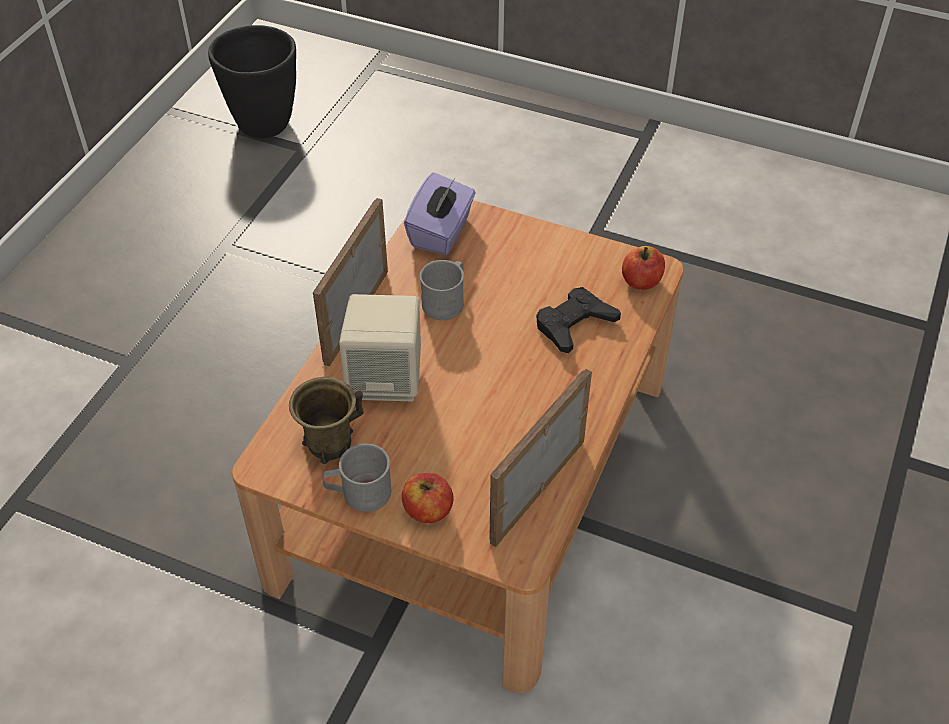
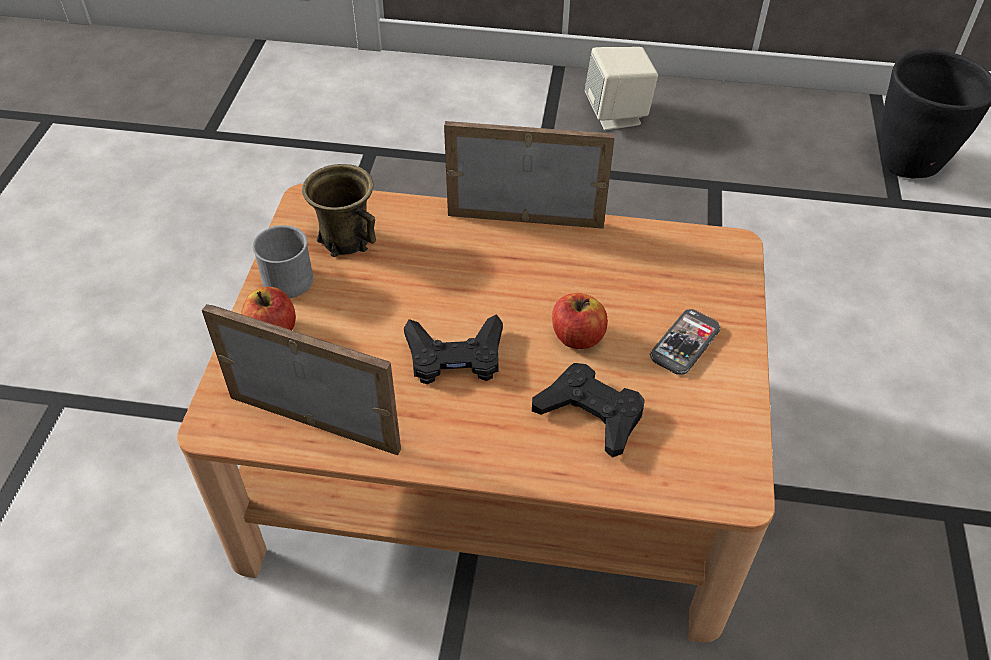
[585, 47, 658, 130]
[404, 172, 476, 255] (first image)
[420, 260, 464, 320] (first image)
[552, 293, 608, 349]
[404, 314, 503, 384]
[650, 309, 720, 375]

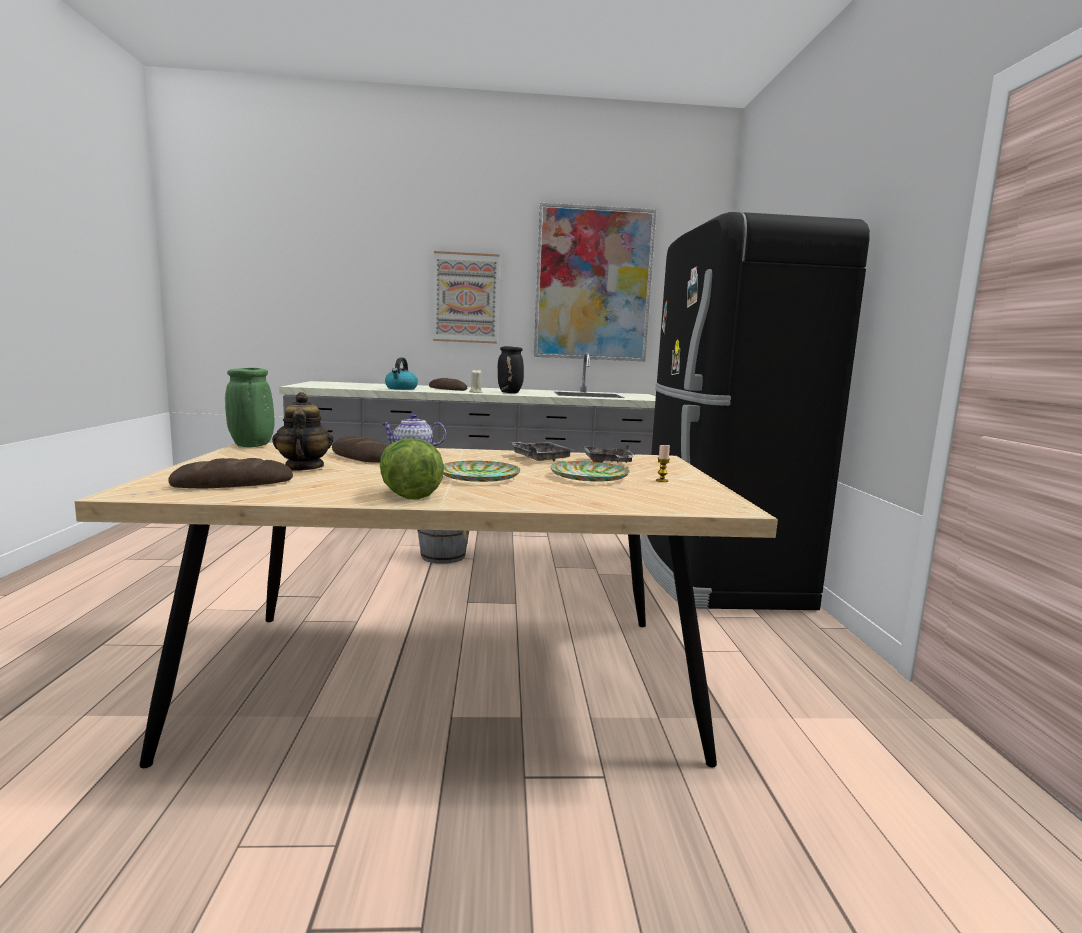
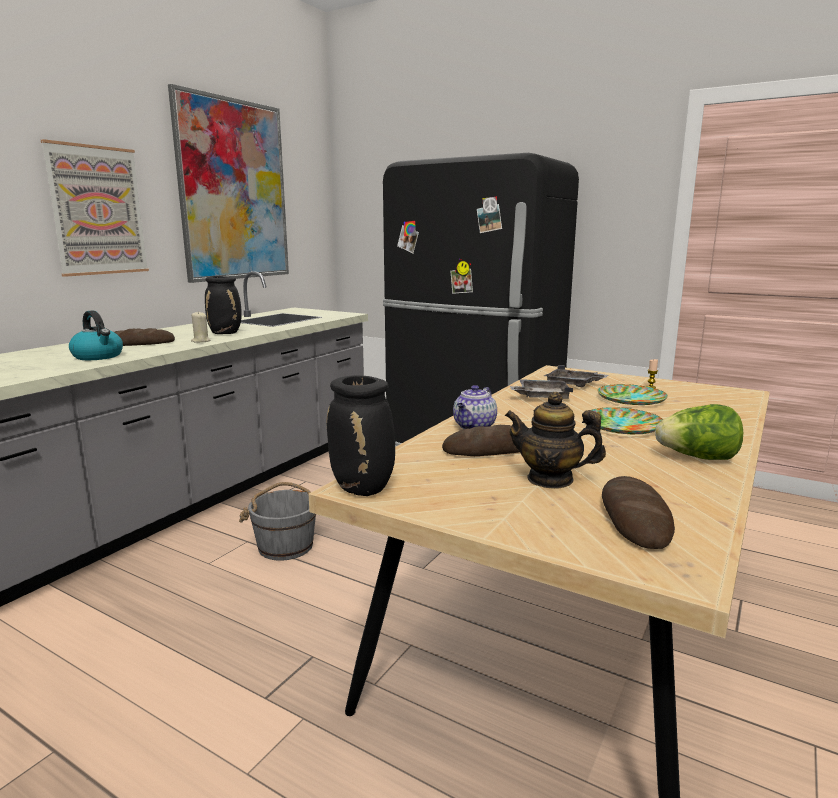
[327, 375, 395, 496]

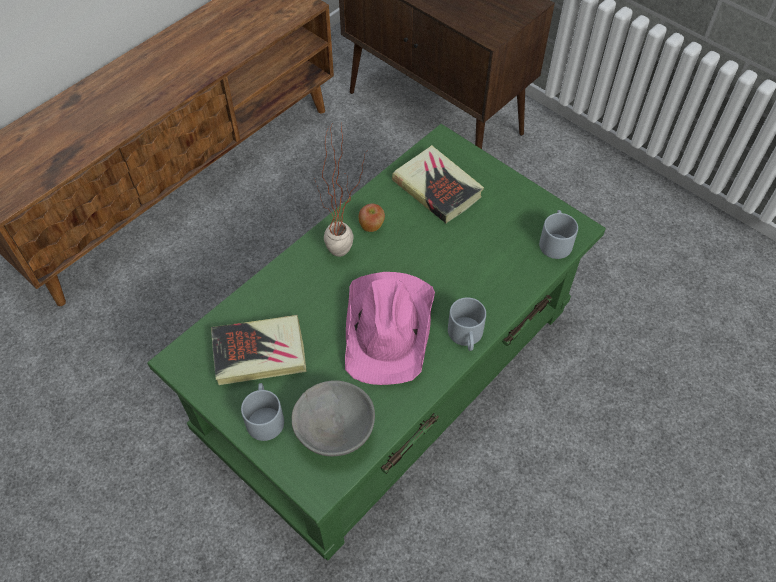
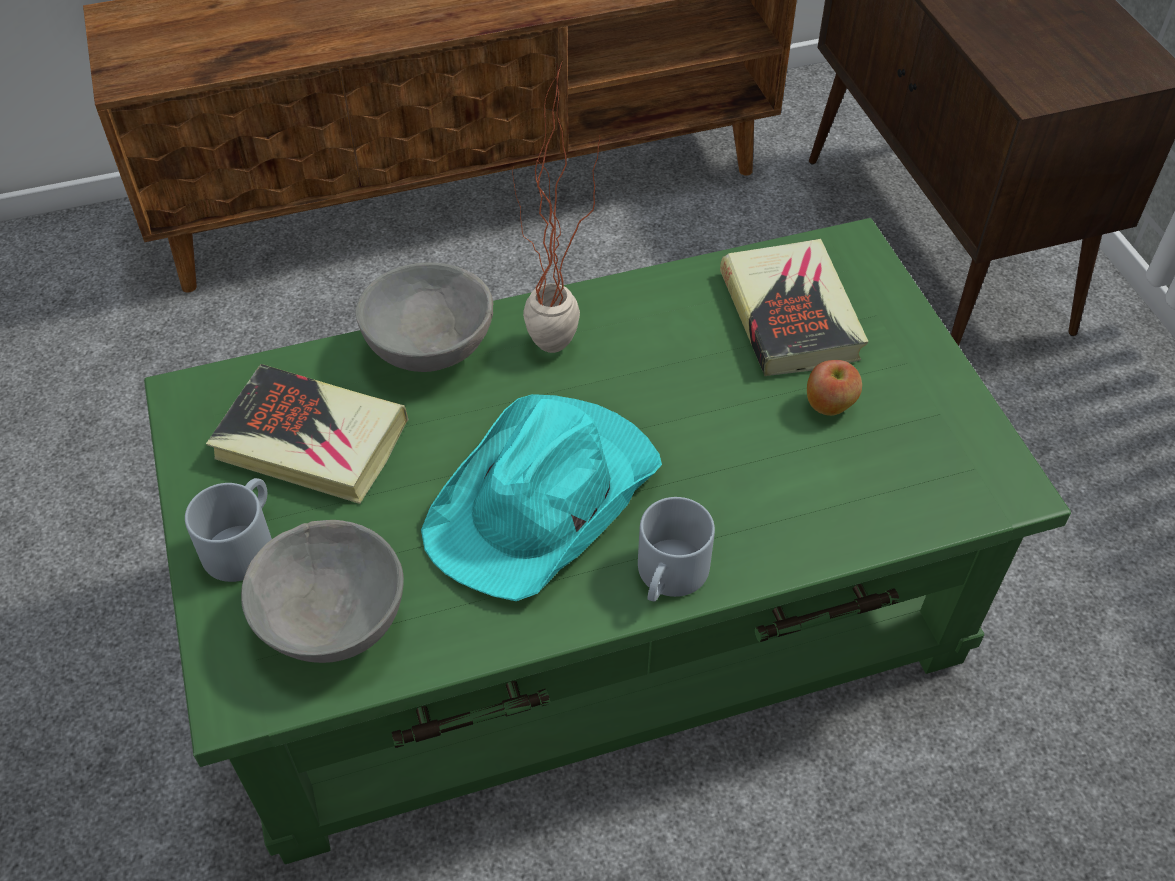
[421, 394, 662, 601]
[807, 360, 862, 416]
[539, 210, 578, 259] (first image)
[356, 262, 493, 372]

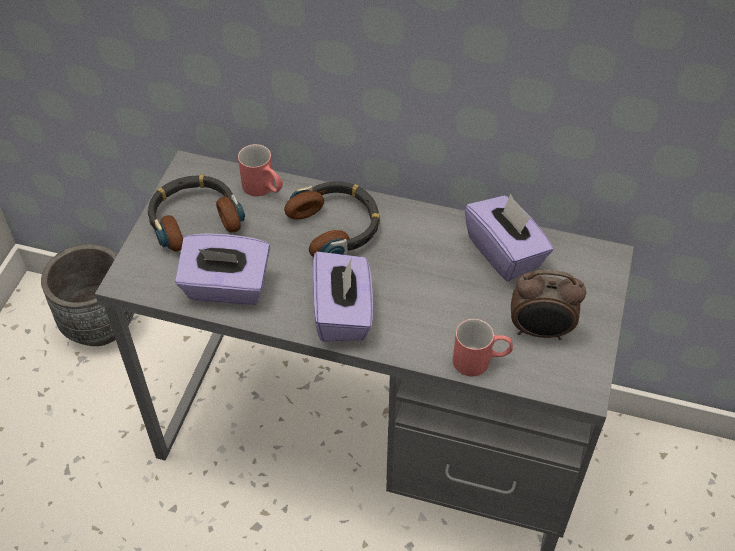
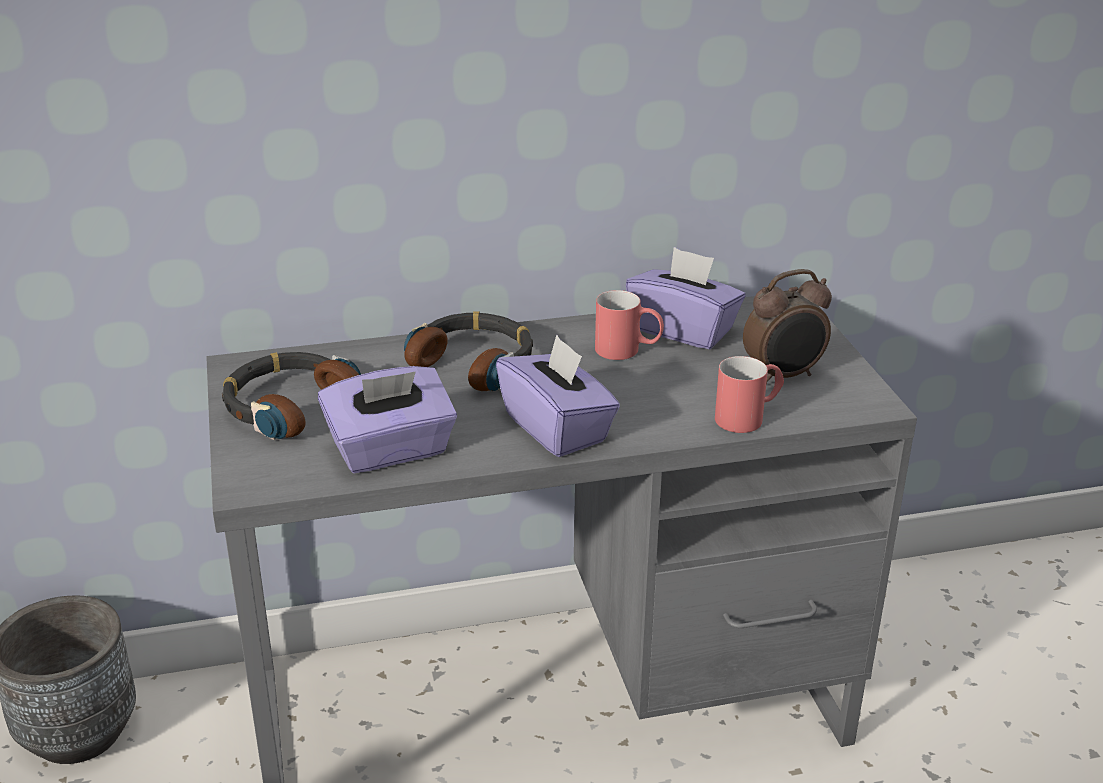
[595, 290, 664, 360]

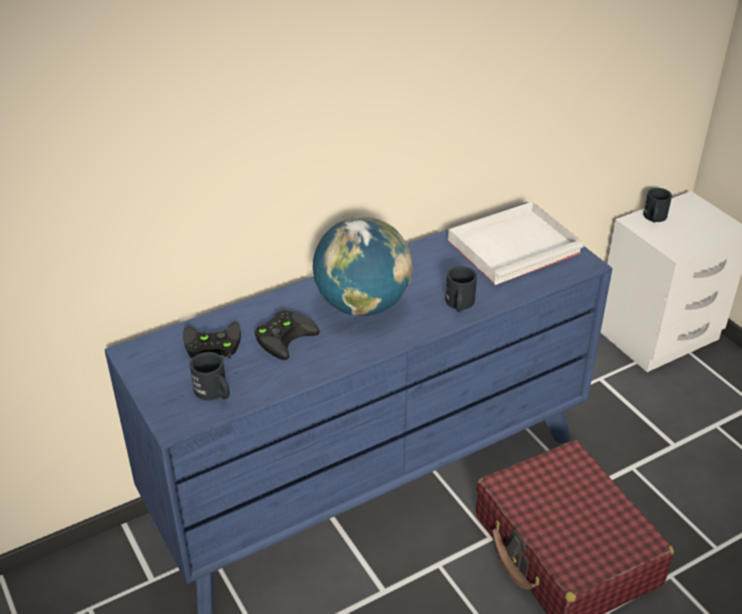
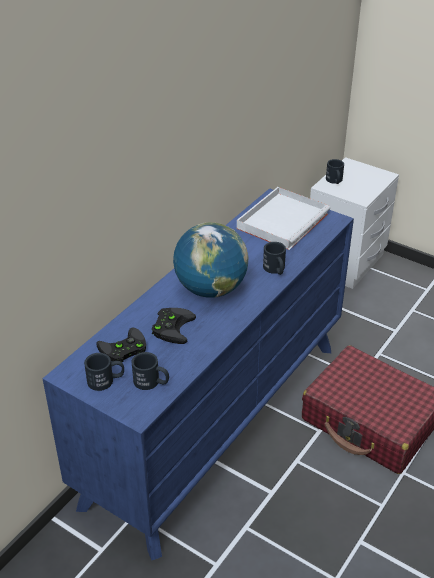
[84, 353, 124, 391]

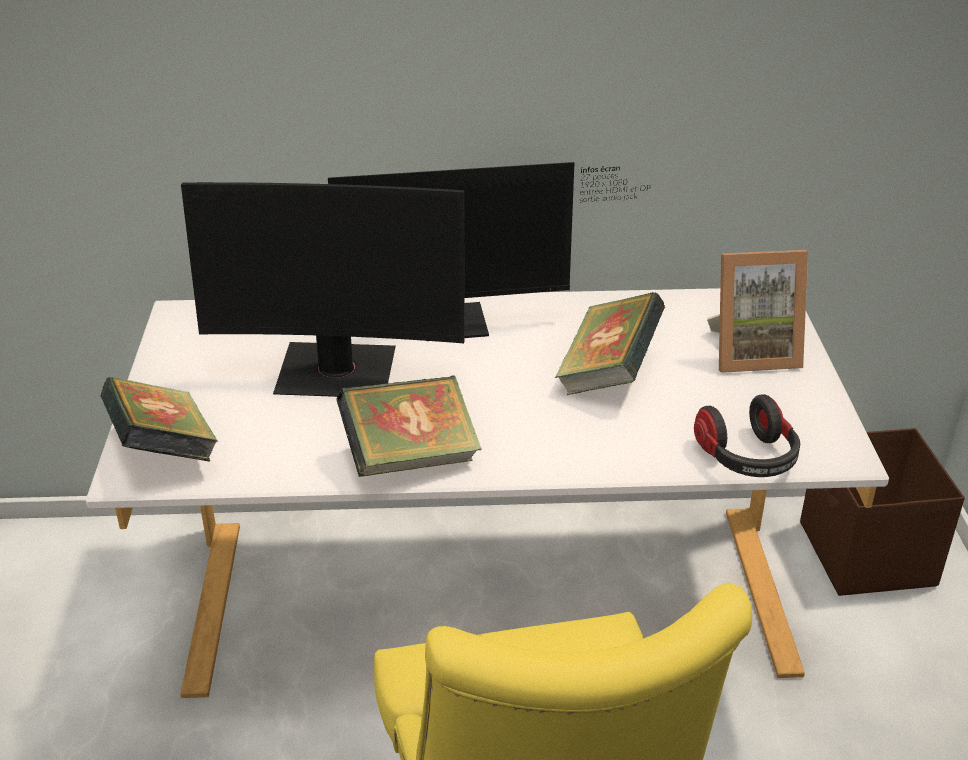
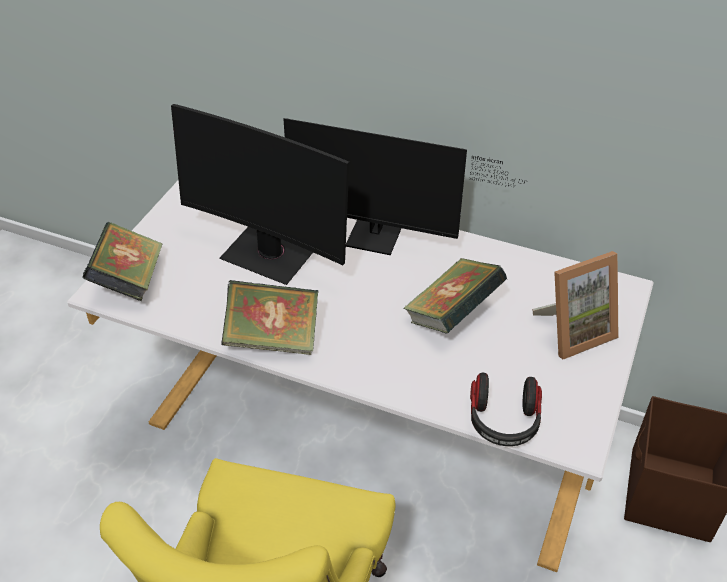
[532, 251, 618, 359]

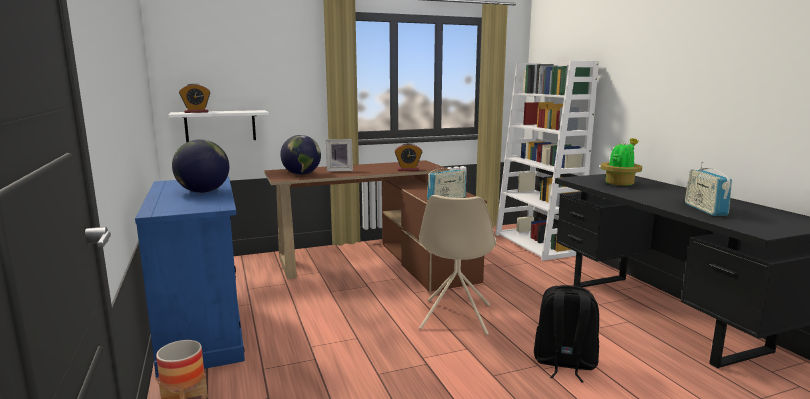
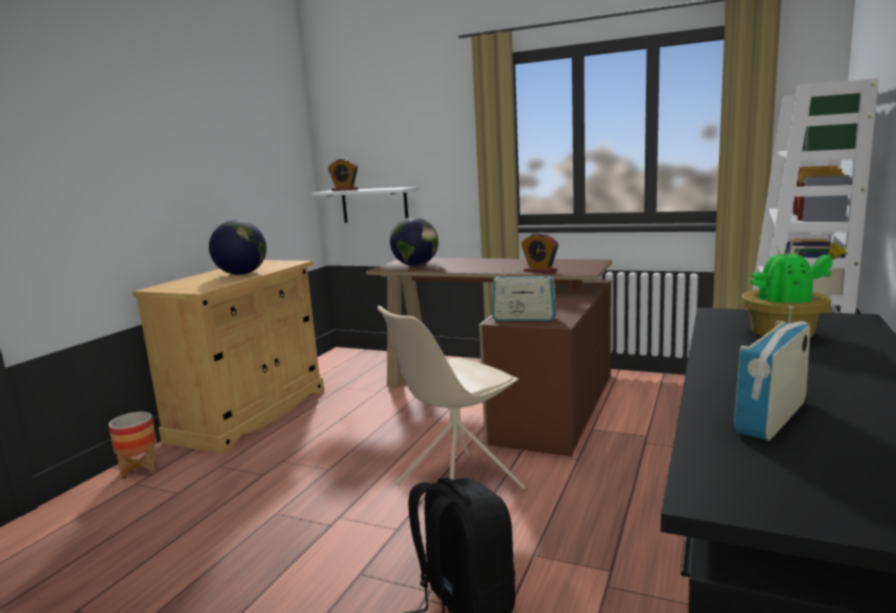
[132, 260, 324, 453]
[326, 139, 353, 172] (first image)

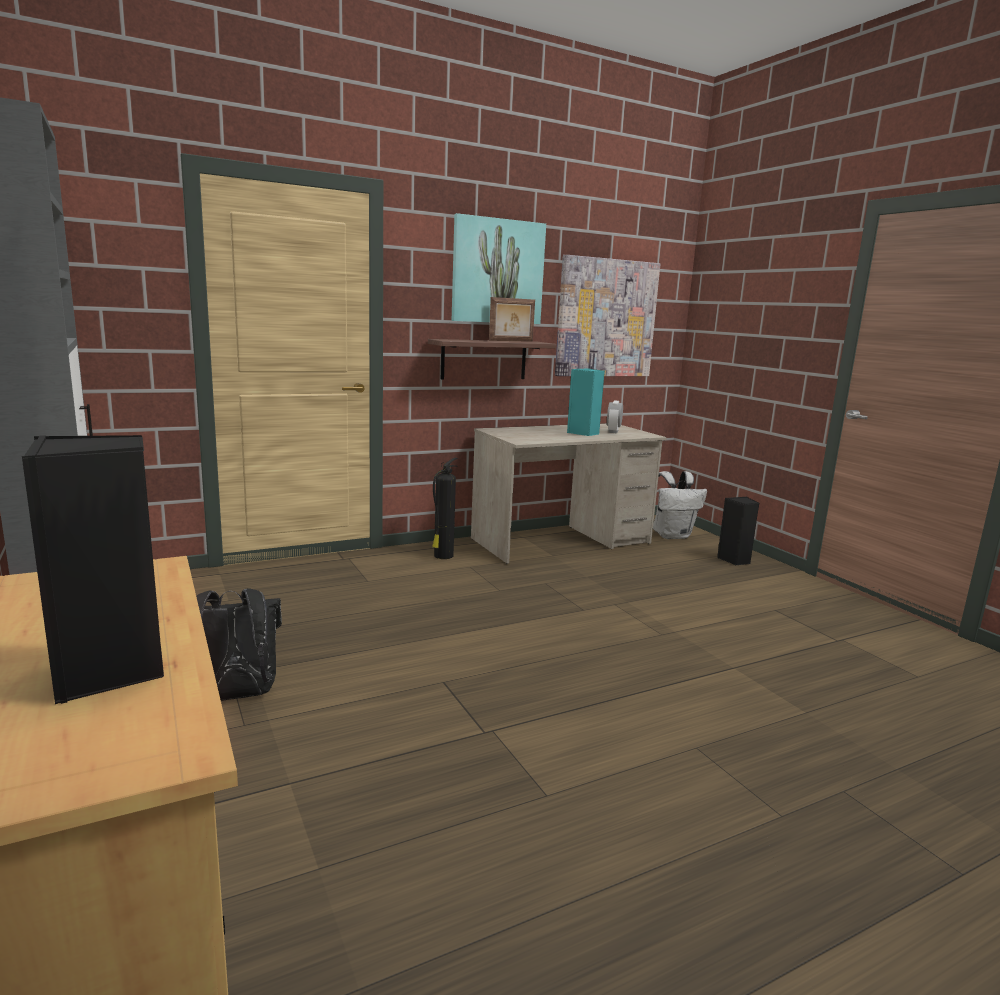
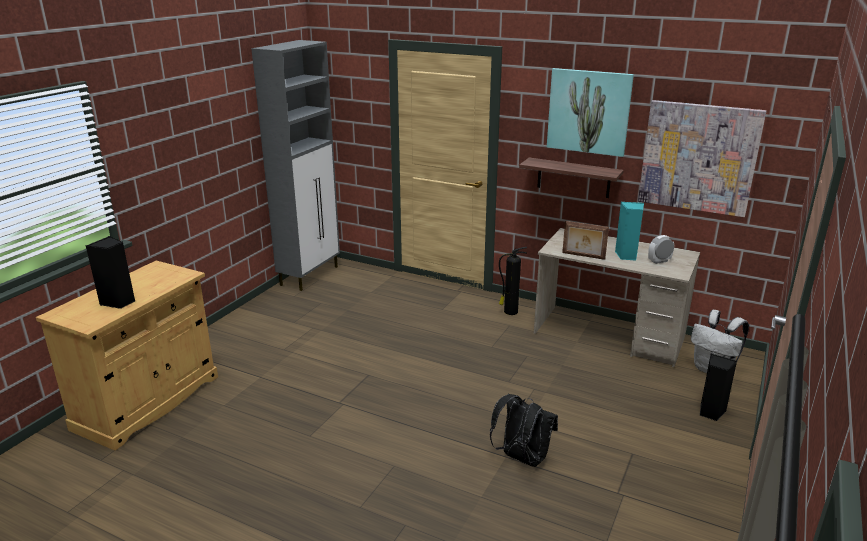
[490, 394, 558, 467]
[562, 221, 609, 260]

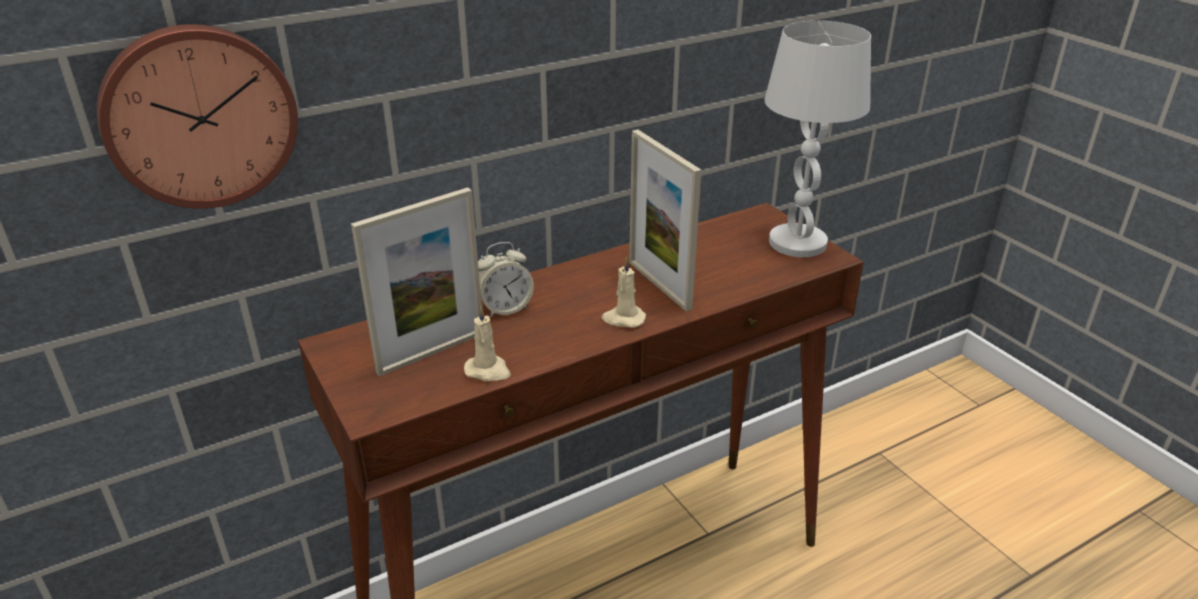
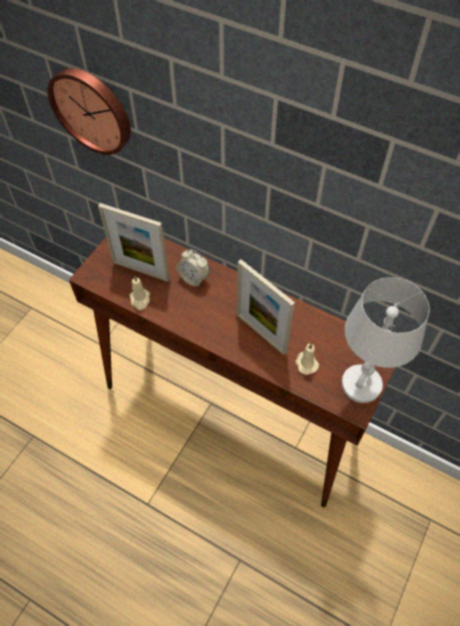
[295, 343, 319, 375]
[237, 260, 295, 355]

